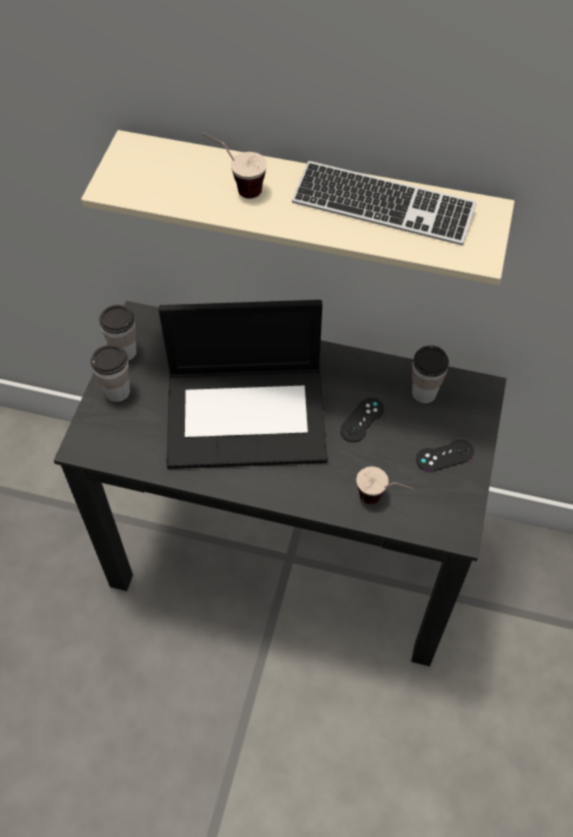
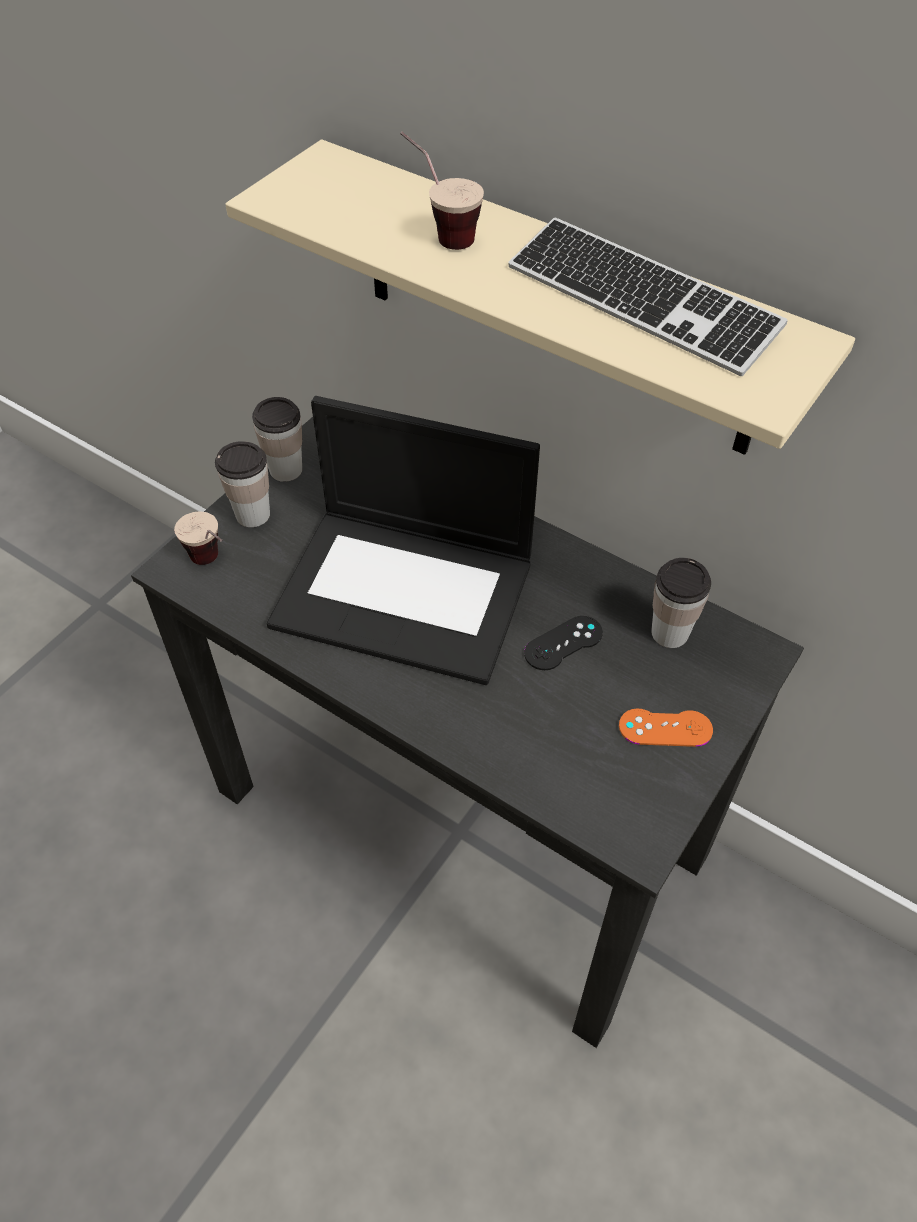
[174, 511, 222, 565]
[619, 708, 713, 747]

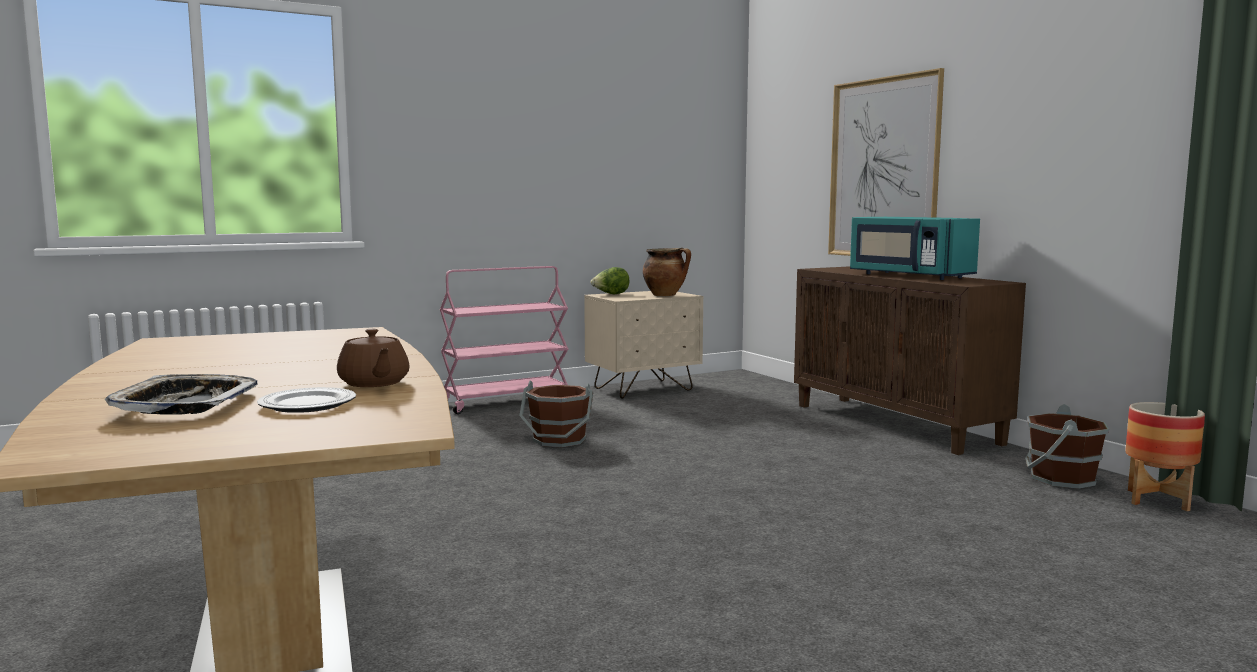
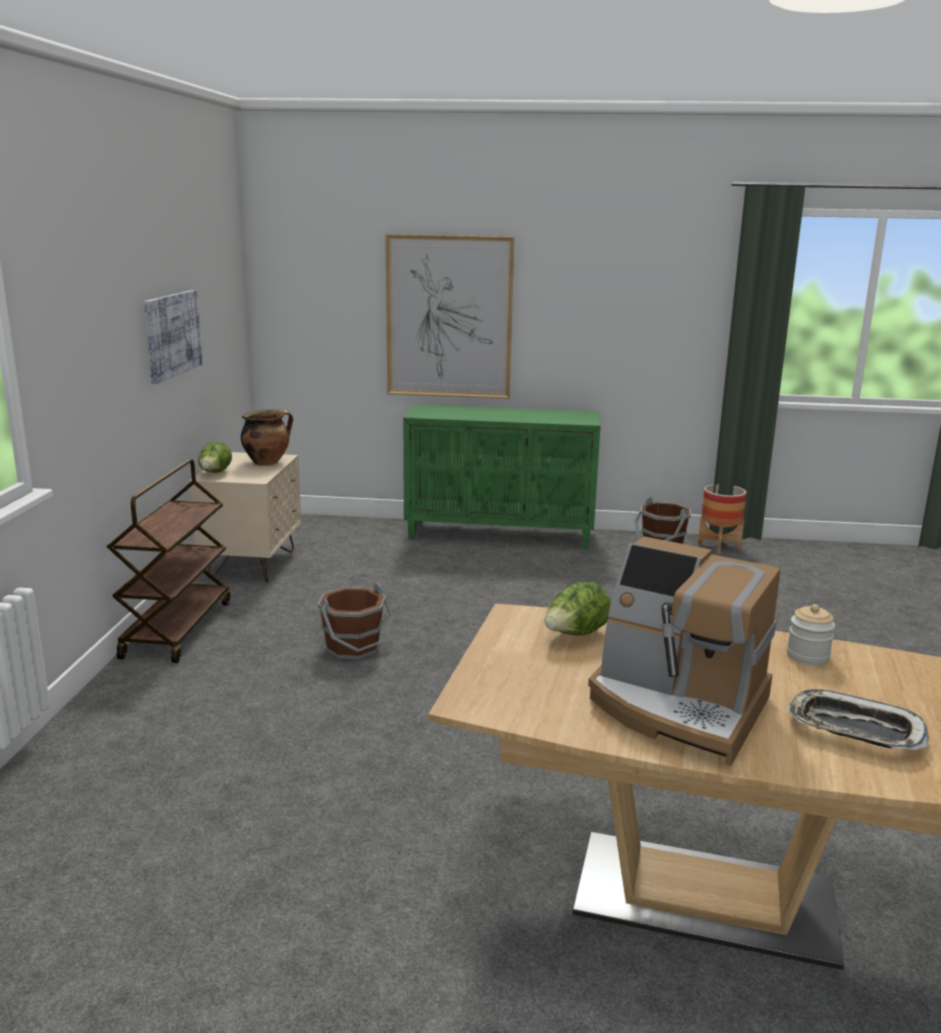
[257, 387, 356, 413] (first image)
[787, 604, 835, 665]
[107, 459, 230, 663]
[403, 404, 600, 549]
[850, 217, 980, 280] (first image)
[144, 290, 203, 384]
[545, 582, 611, 636]
[588, 536, 781, 766]

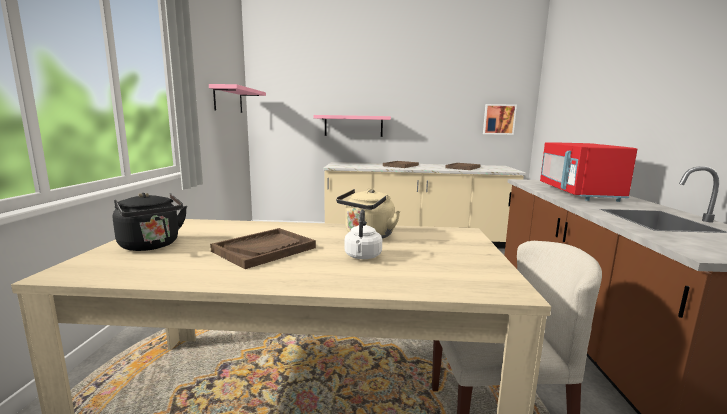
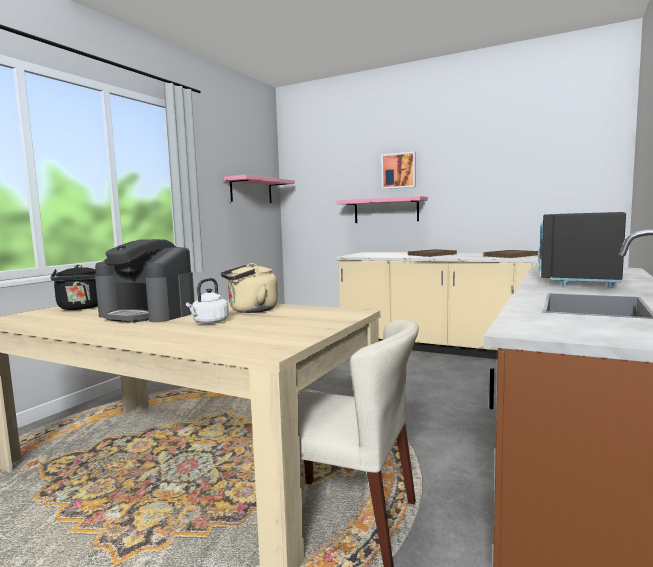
[95, 239, 195, 323]
[381, 151, 416, 189]
[539, 212, 626, 288]

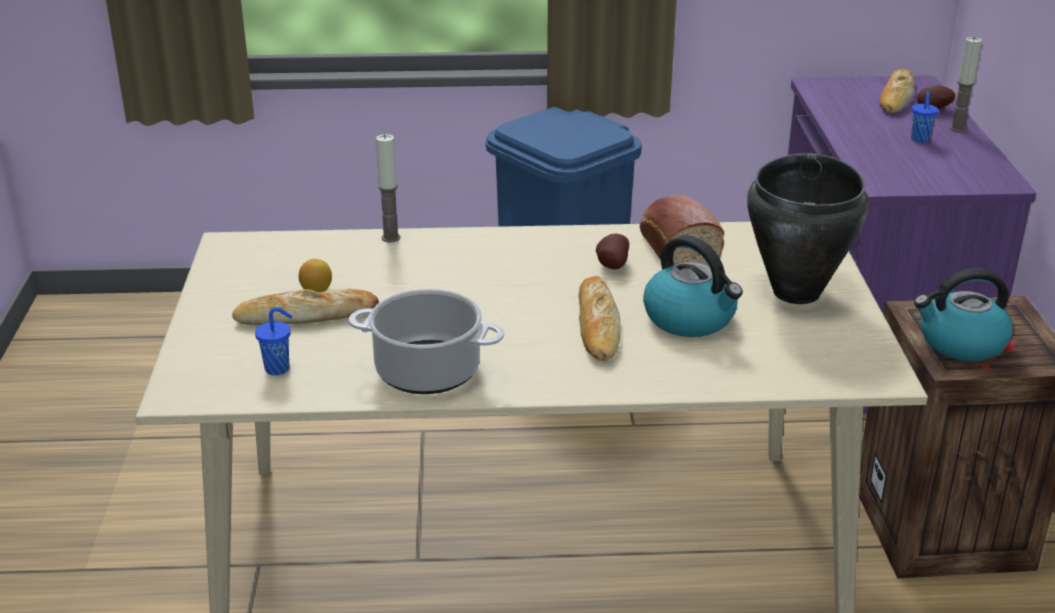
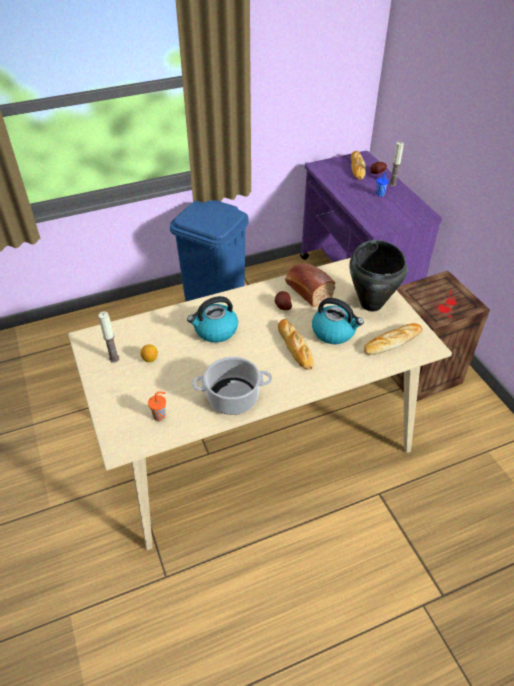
[364, 323, 422, 355]
[148, 391, 166, 421]
[98, 311, 120, 363]
[187, 296, 238, 343]

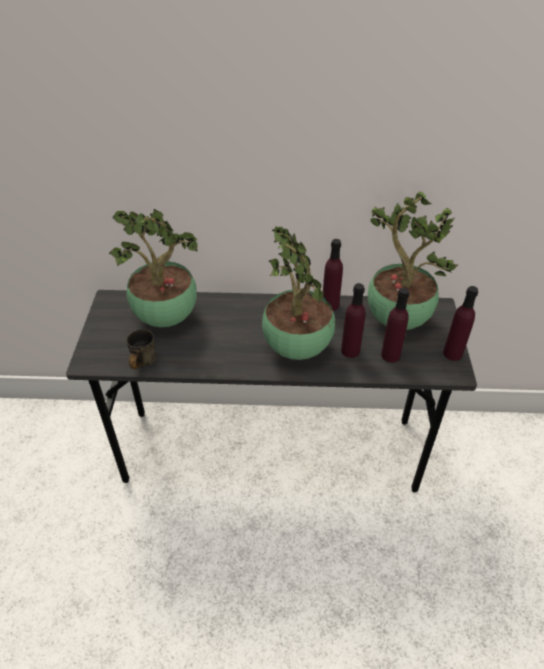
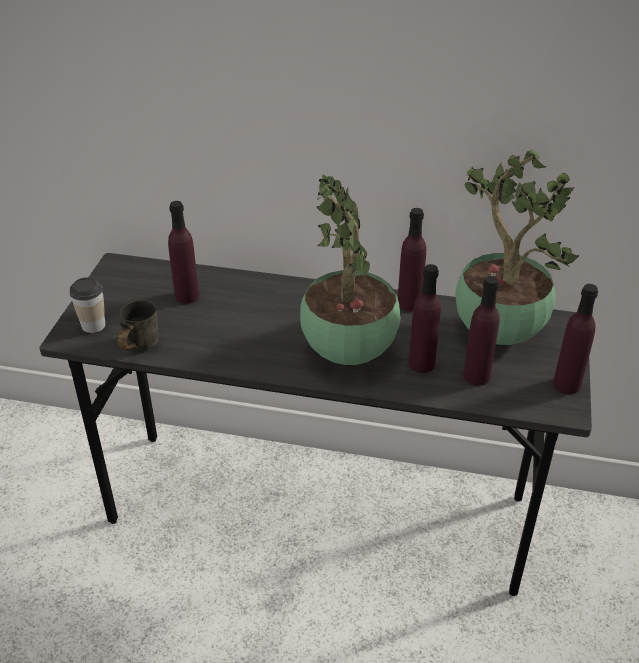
[168, 201, 199, 304]
[69, 277, 106, 333]

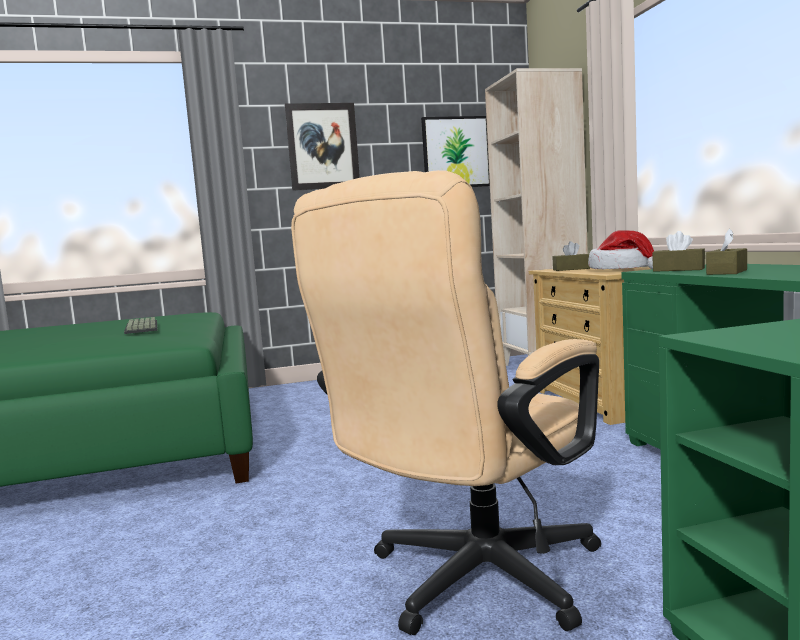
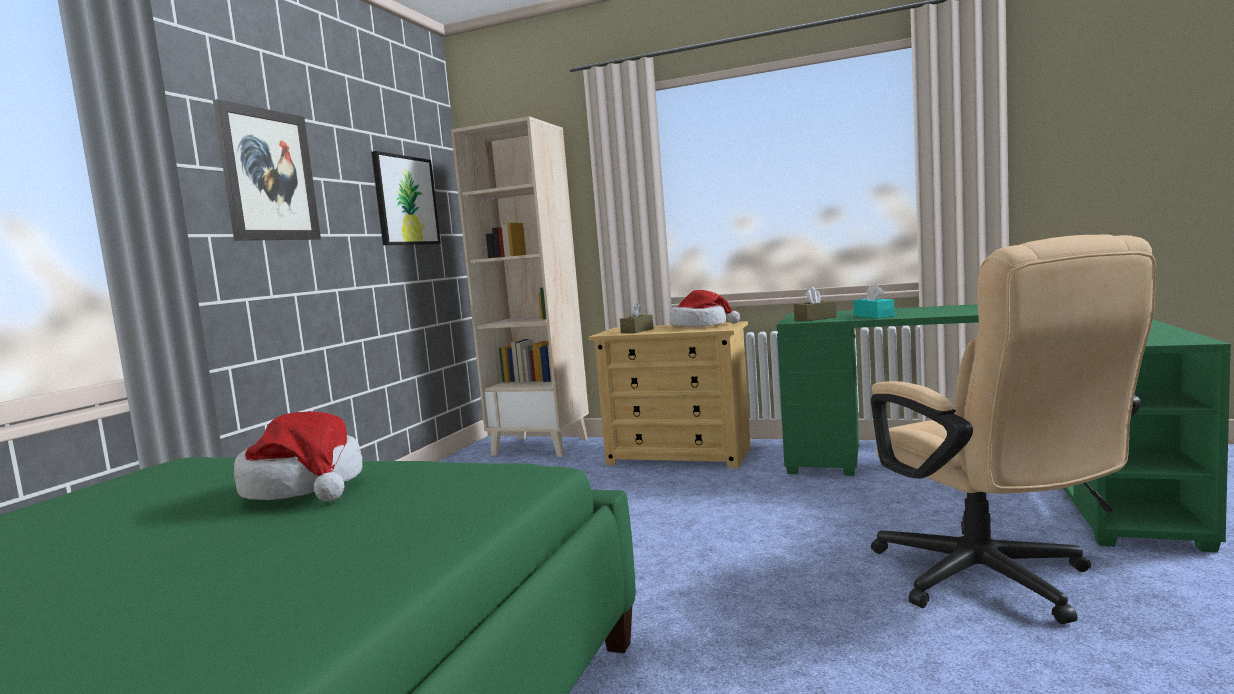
[234, 411, 363, 501]
[854, 284, 895, 319]

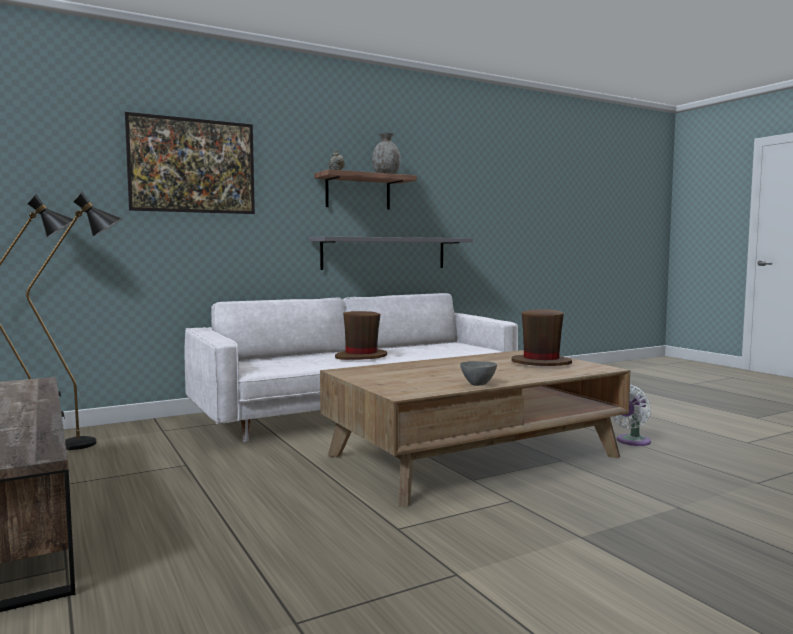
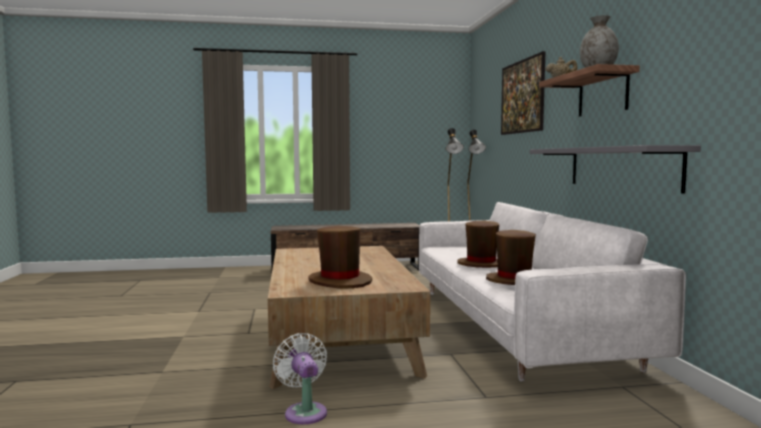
[460, 361, 497, 386] (first image)
[486, 230, 536, 285]

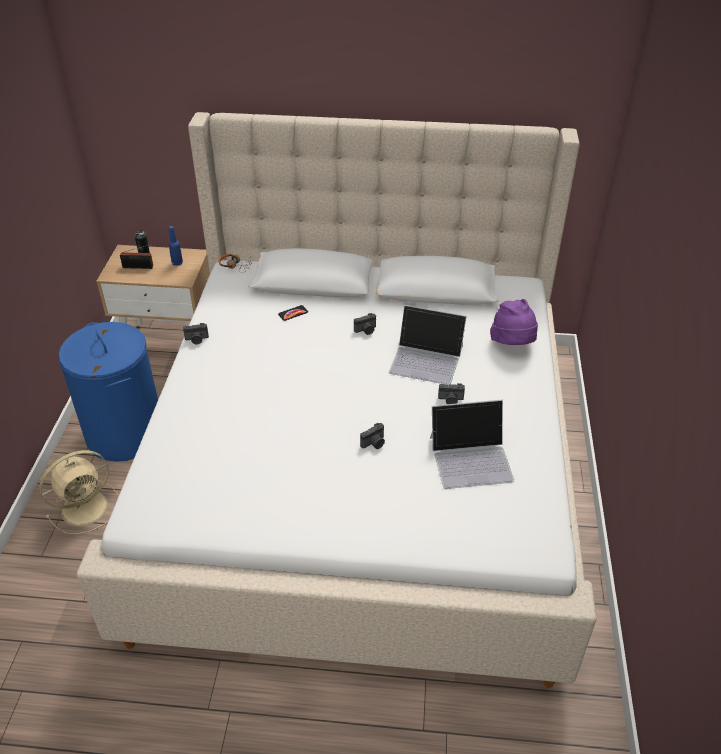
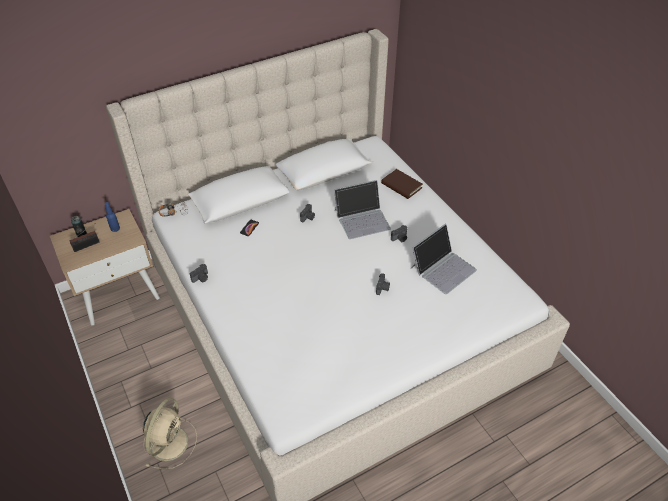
[58, 322, 158, 462] (first image)
[381, 169, 423, 199]

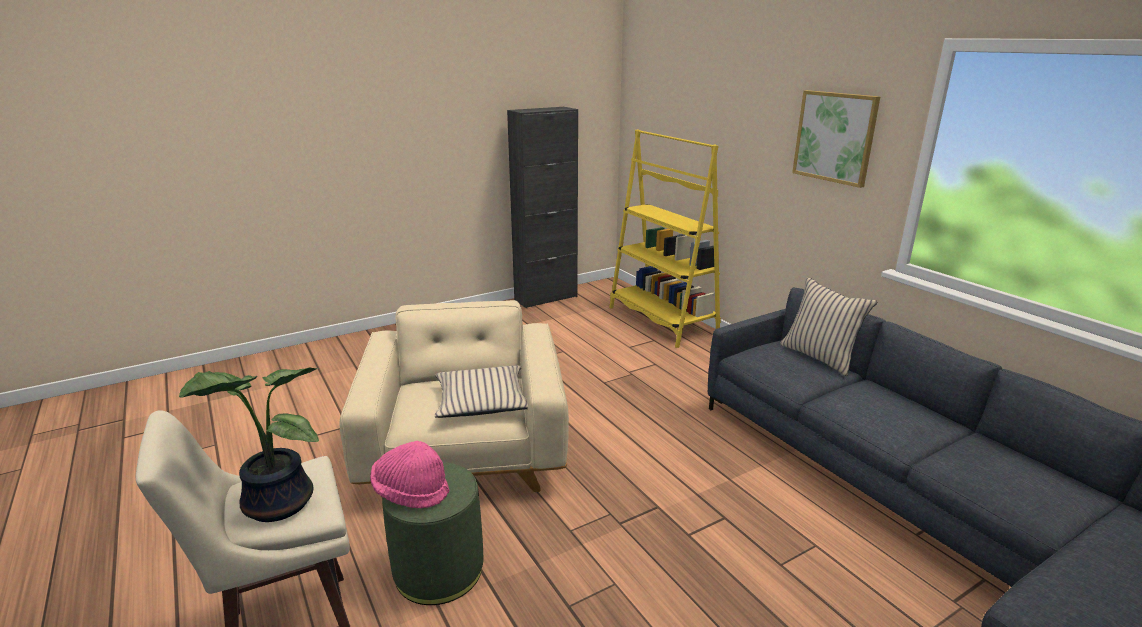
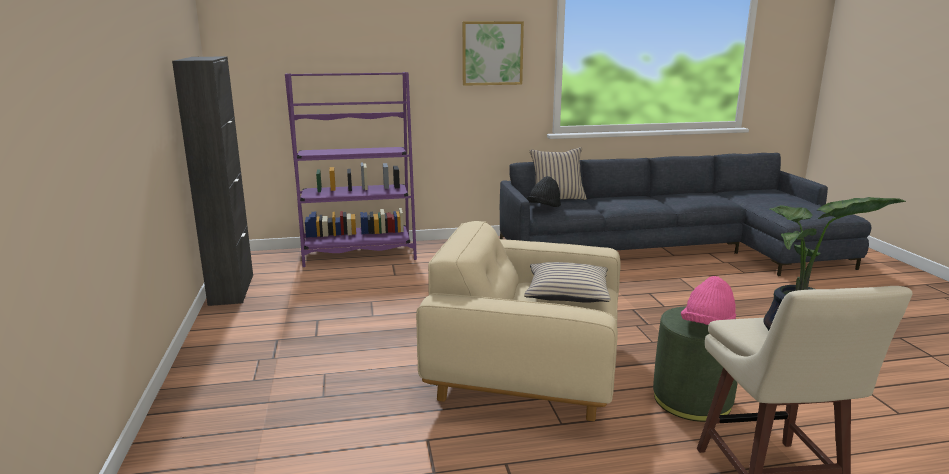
[285, 72, 417, 267]
[527, 176, 561, 207]

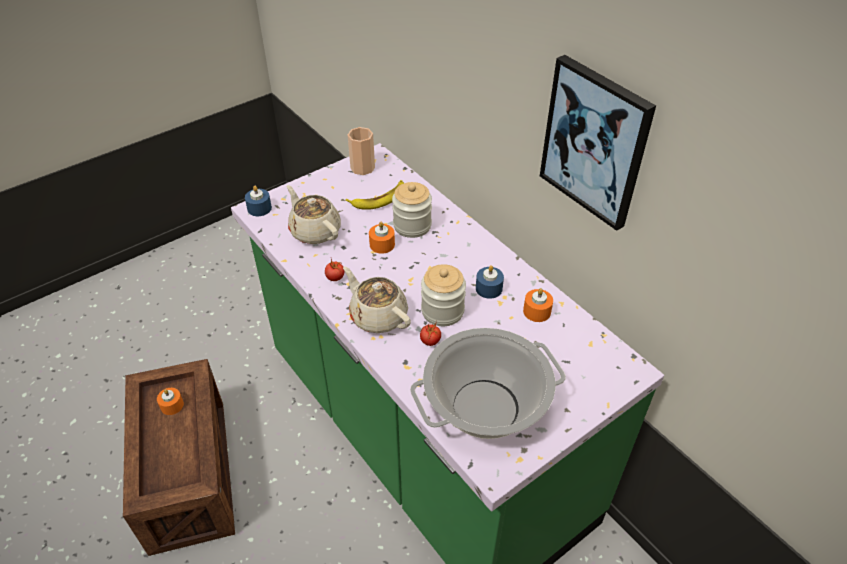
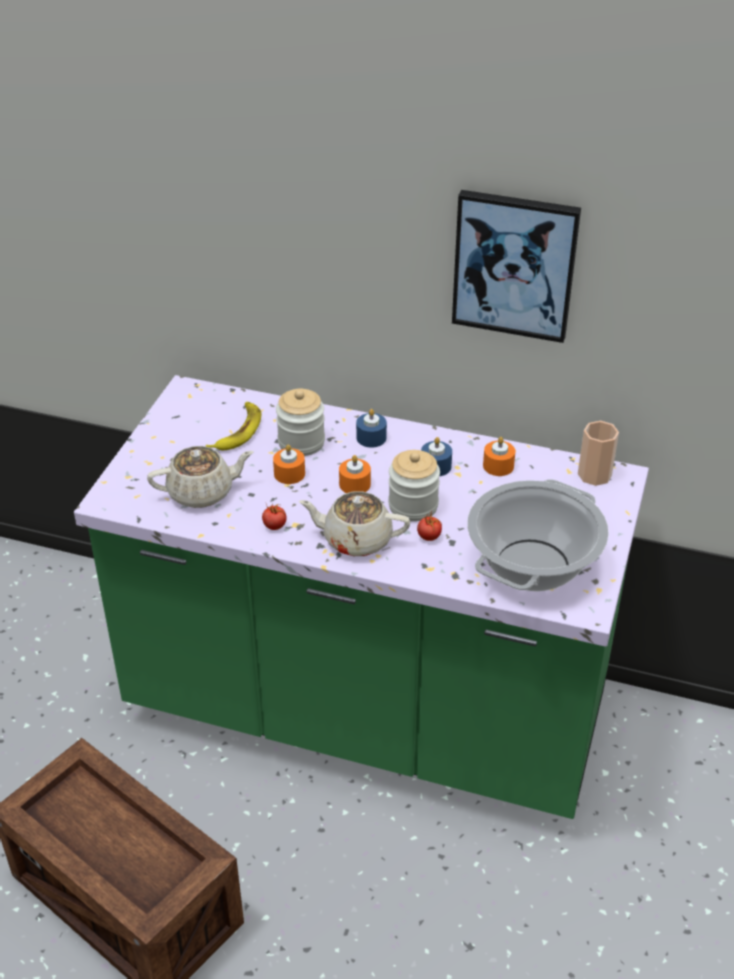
[339, 455, 371, 493]
[356, 409, 387, 447]
[147, 446, 254, 508]
[578, 421, 619, 486]

